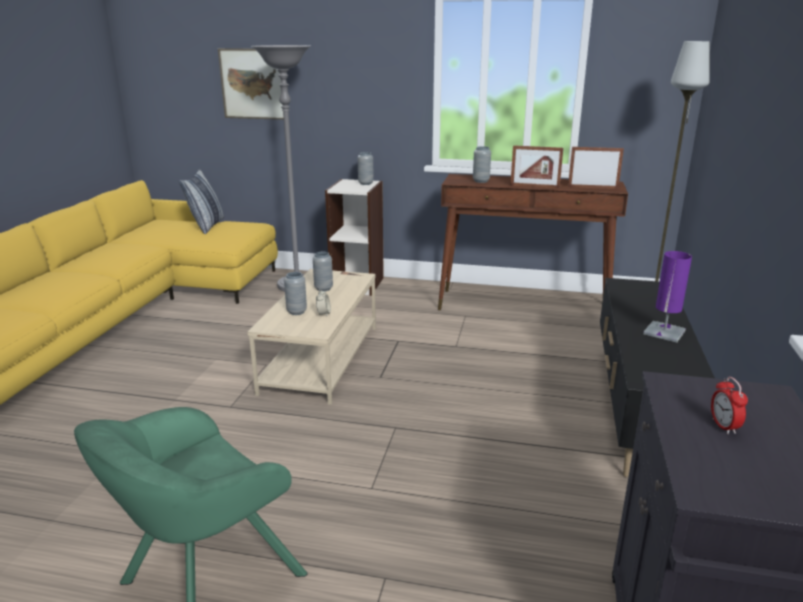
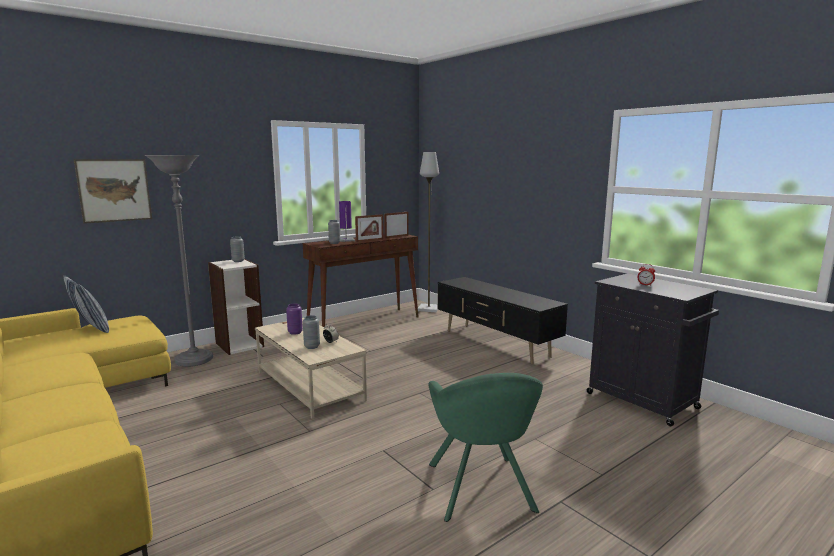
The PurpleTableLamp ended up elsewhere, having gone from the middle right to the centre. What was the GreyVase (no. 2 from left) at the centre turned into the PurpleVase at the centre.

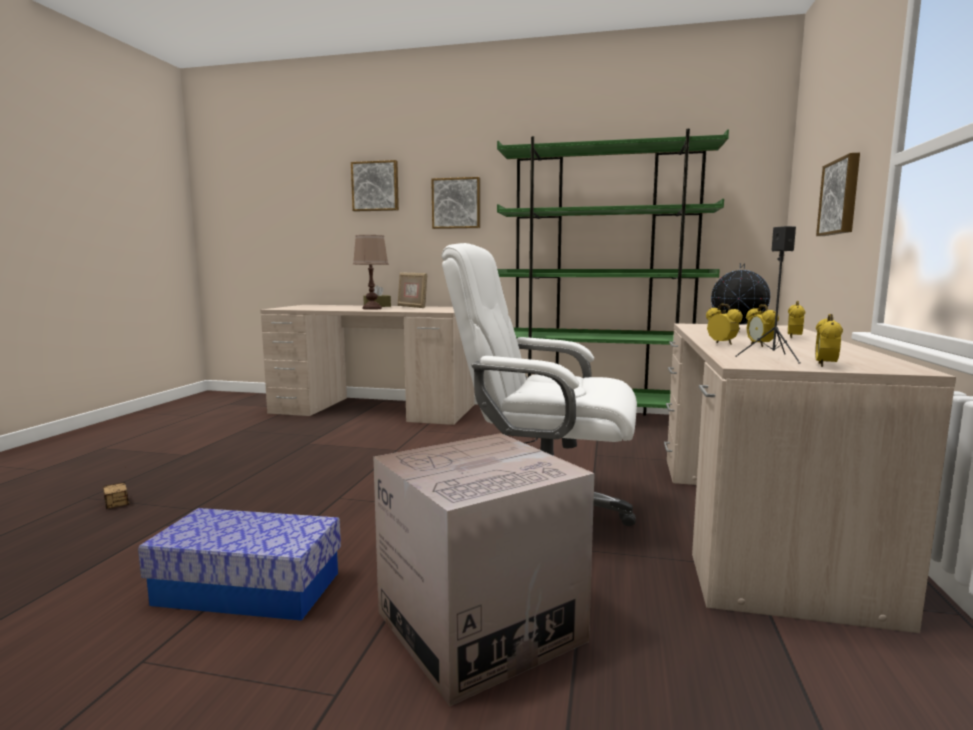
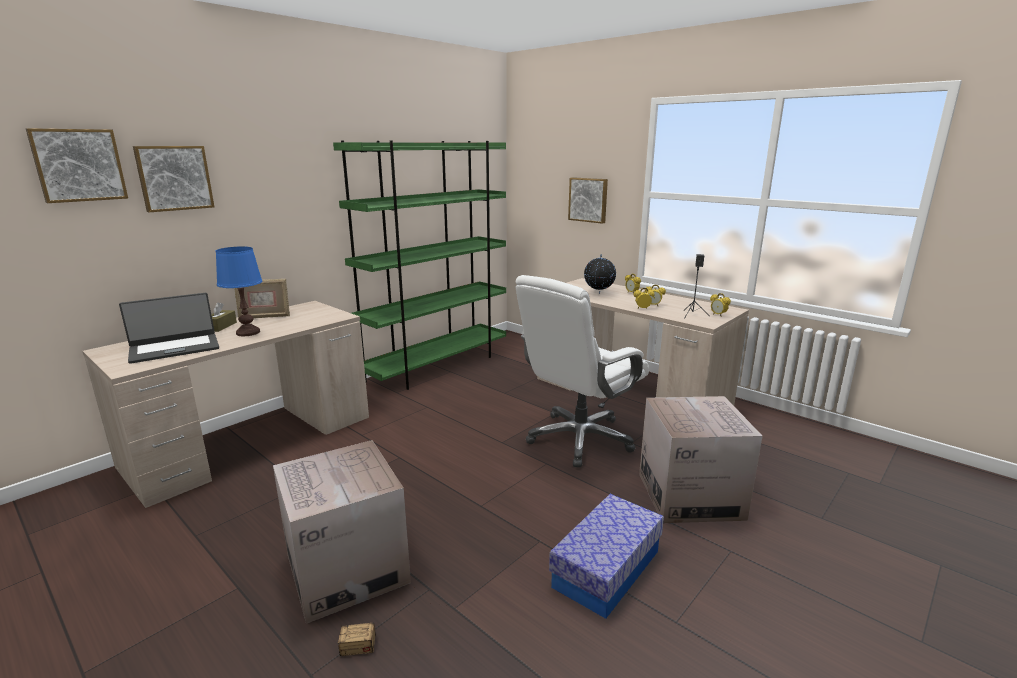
The second view gained the Laptop at the middle left. The second view gained the CardboardBox (no. 1 from left) at the bottom centre. The Picture (no. 2 from left in the first image) ended up elsewhere, having gone from the top centre to the top left. What was the BrownTableLamp at the centre turned into the BlueTableLamp at the middle left.

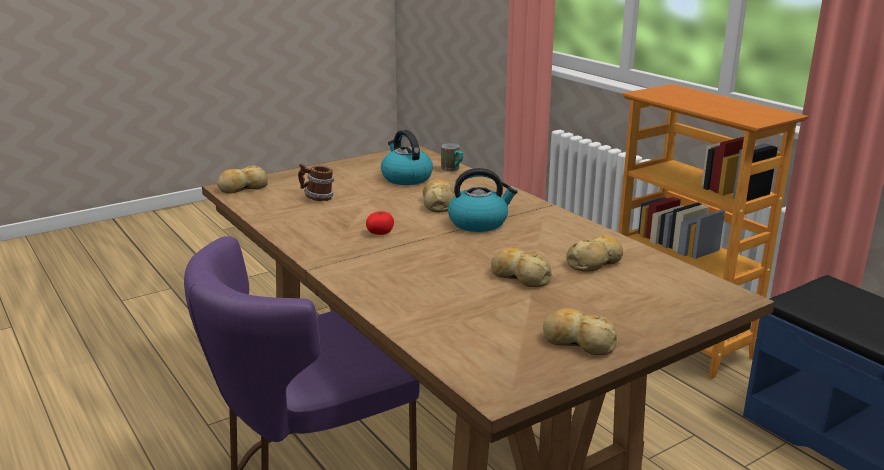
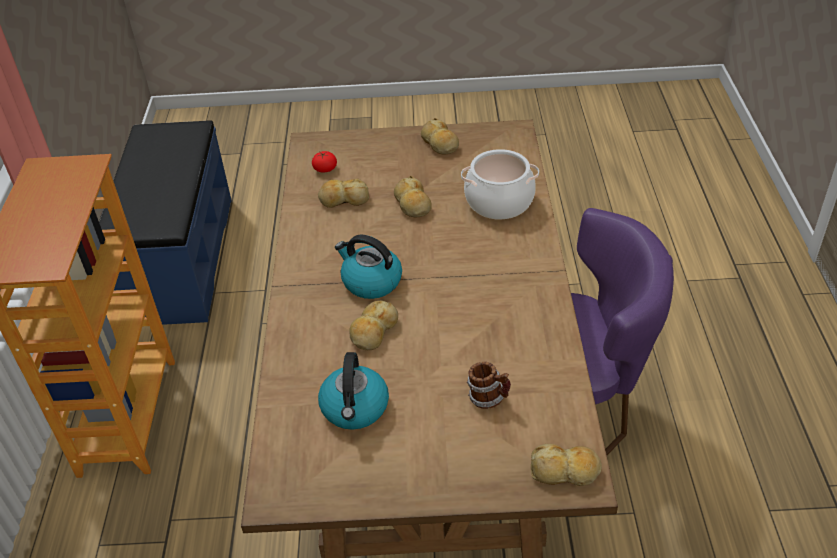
The second view lost the Mug (no. 2 from left) at the centre. The second view gained the CookingPot at the top centre. The Tomato ended up elsewhere, having gone from the centre to the top centre.

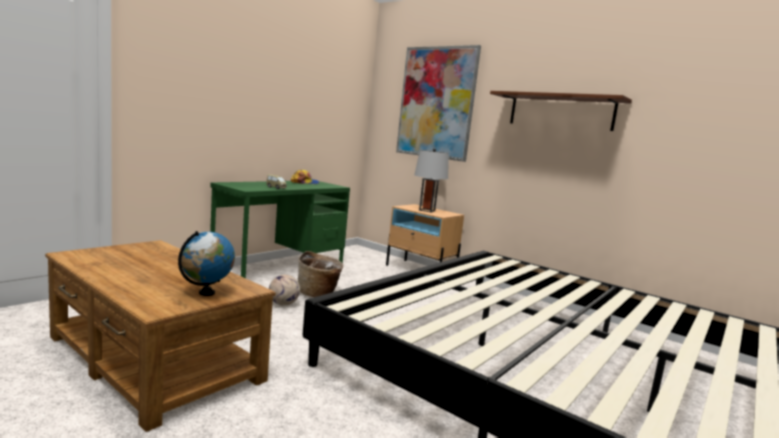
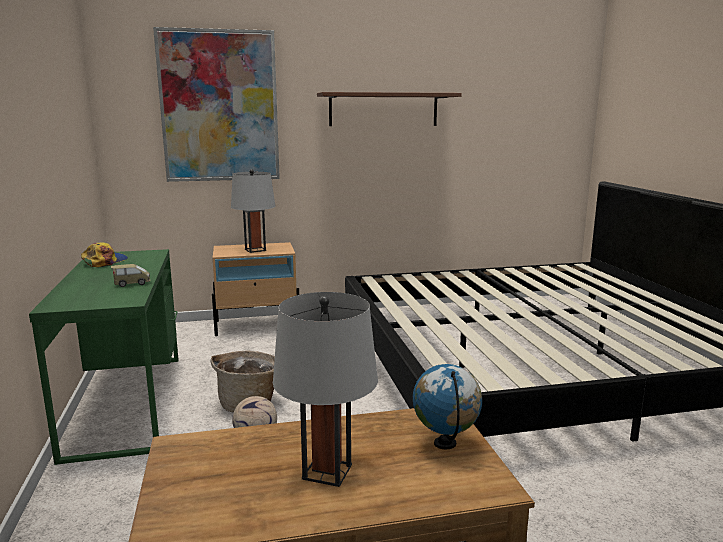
The second view gained the GreyTableLamp (no. 2 from left) at the bottom centre.

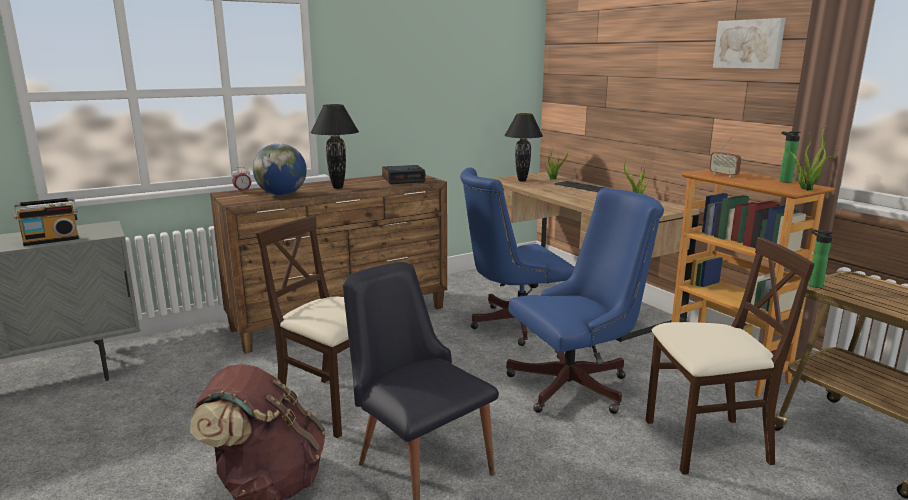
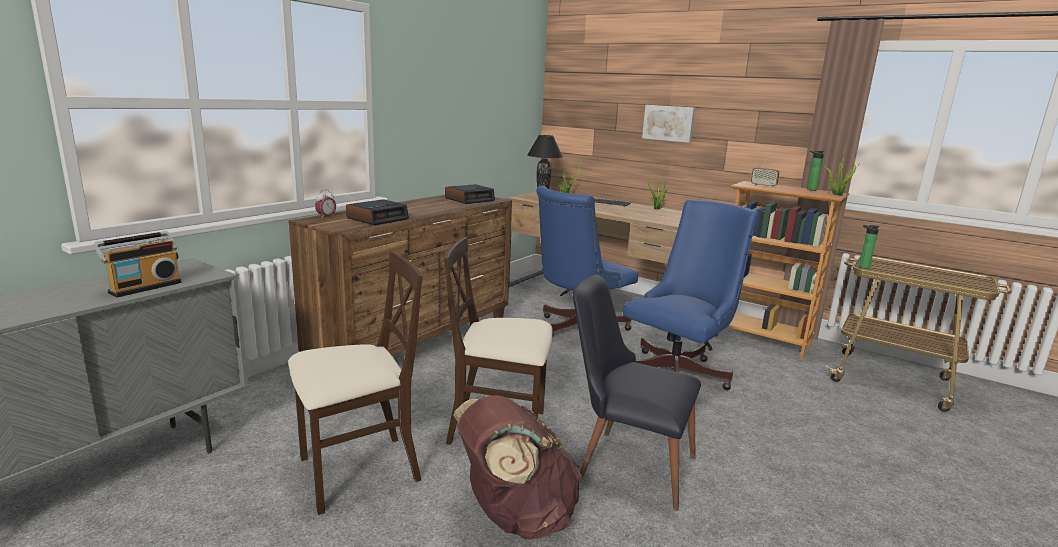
The second view lost the BlackTableLamp (no. 1 from left) at the top centre. The BeigeChair (no. 2 from left in the first image) ended up elsewhere, having gone from the bottom right to the bottom centre. The Picture ended up elsewhere, having gone from the top right to the top centre. Where the Globe stood at the middle left, the AlarmClock (no. 2 from left) came to stand at the centre.

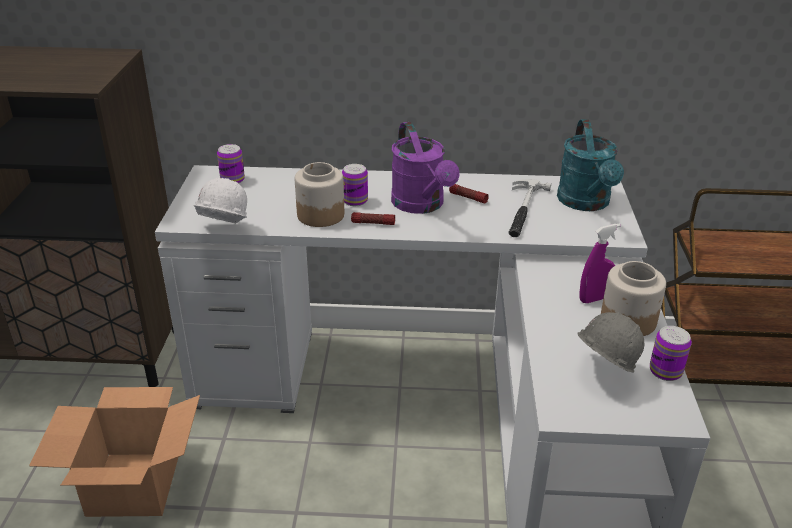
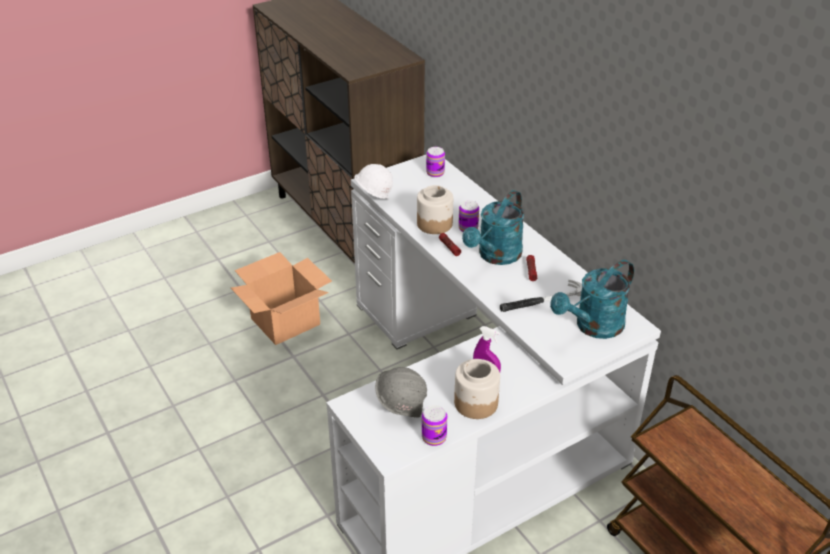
What was the PurpleWateringCan at the top centre turned into the TurquoiseWateringCan (no. 1 from left) at the centre.

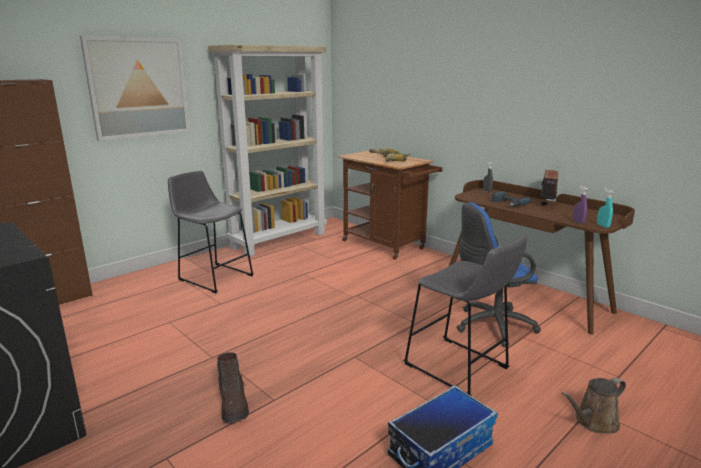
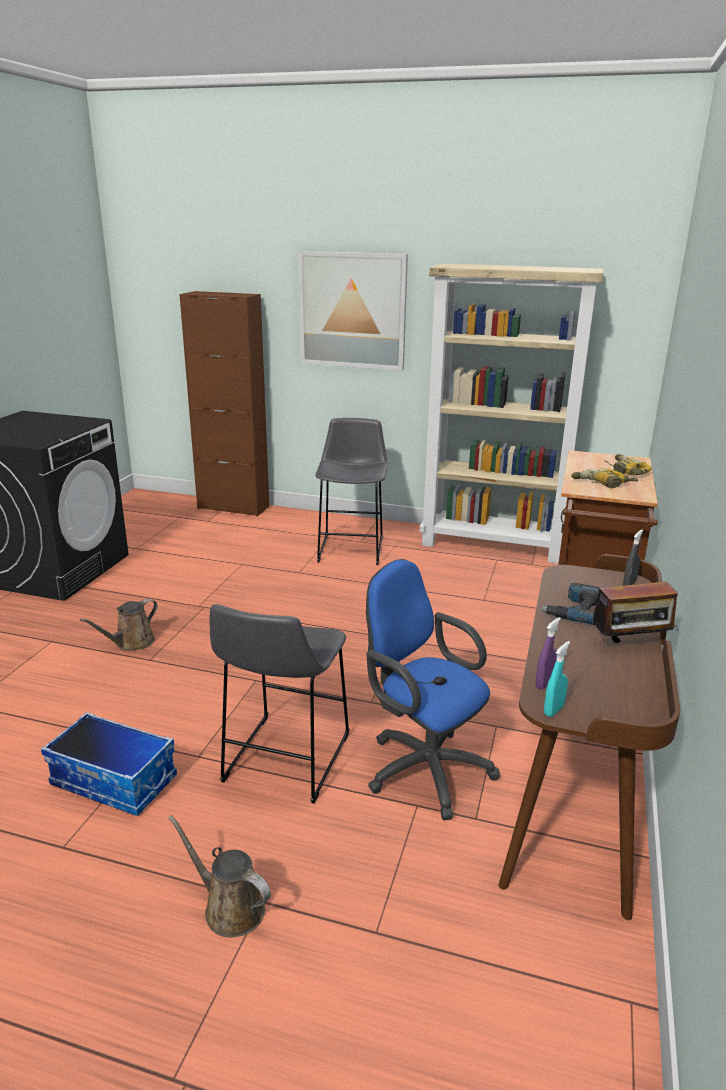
Where the BrownBoot stood at the bottom left, the BrownWateringCan (no. 1 from left) came to stand at the middle left.

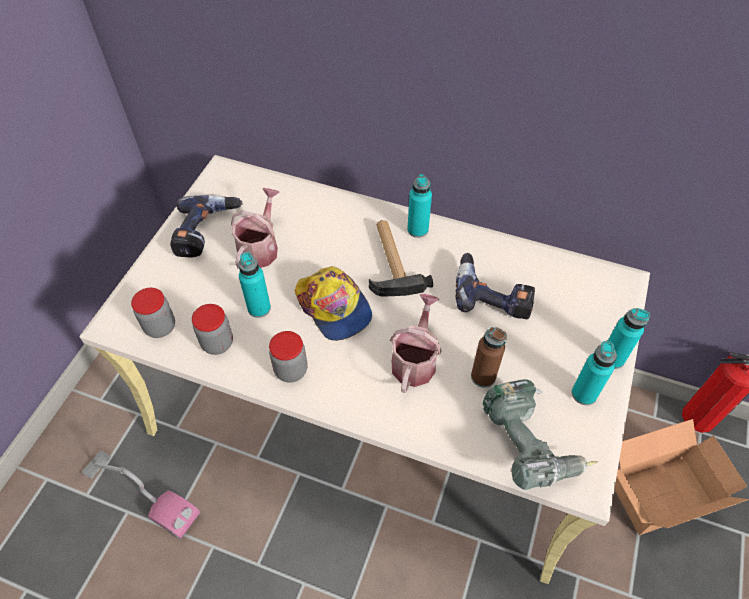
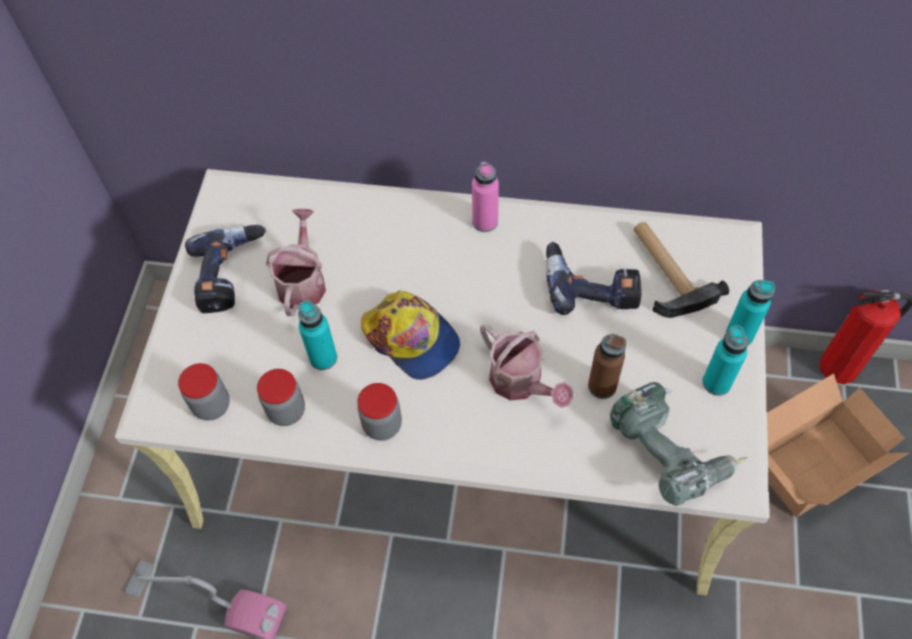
The Hammer ended up elsewhere, having gone from the centre to the middle right. What was the TurquoiseBottle (no. 2 from left) at the centre turned into the PinkBottle at the top centre. The WateringCan (no. 2 from left) at the centre ended up facing another way, 135 degrees clockwise from before.

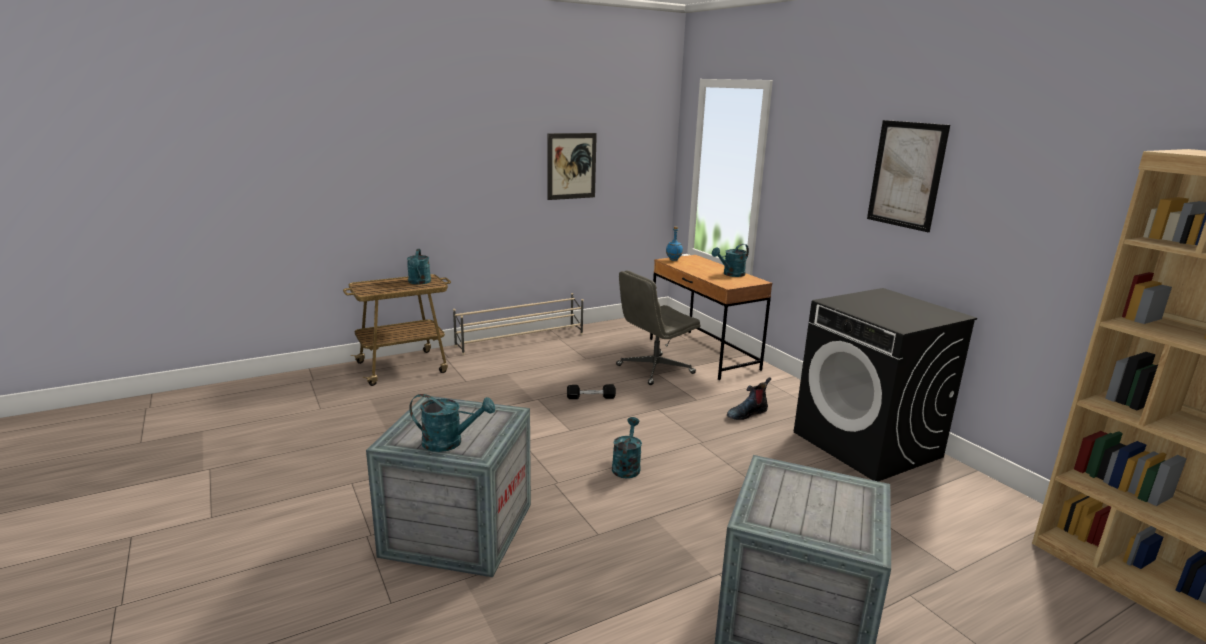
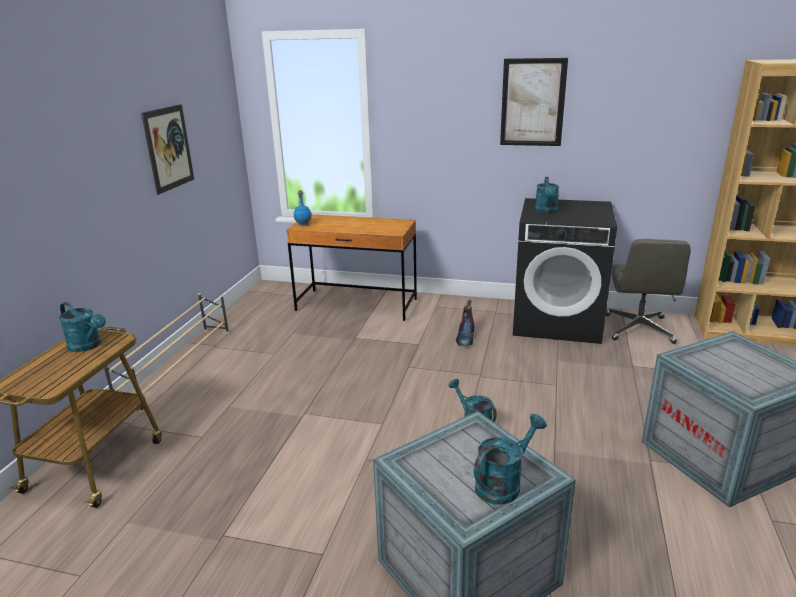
The second view lost the BlackDumbbell at the centre. The GreyOfficeChair ended up elsewhere, having gone from the centre to the middle right. The TurquoiseWateringCan (no. 4 from left) ended up elsewhere, having gone from the centre to the top right.

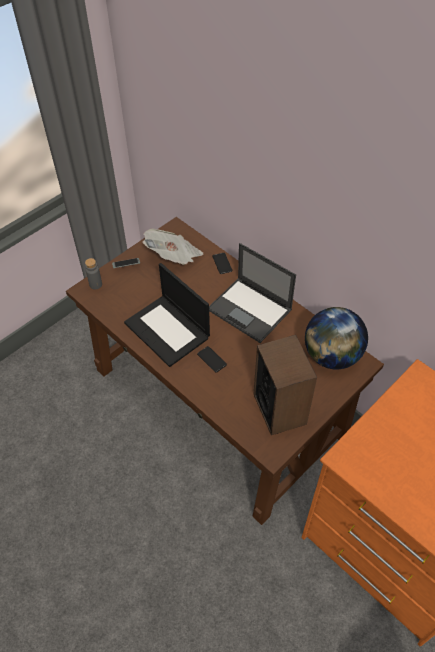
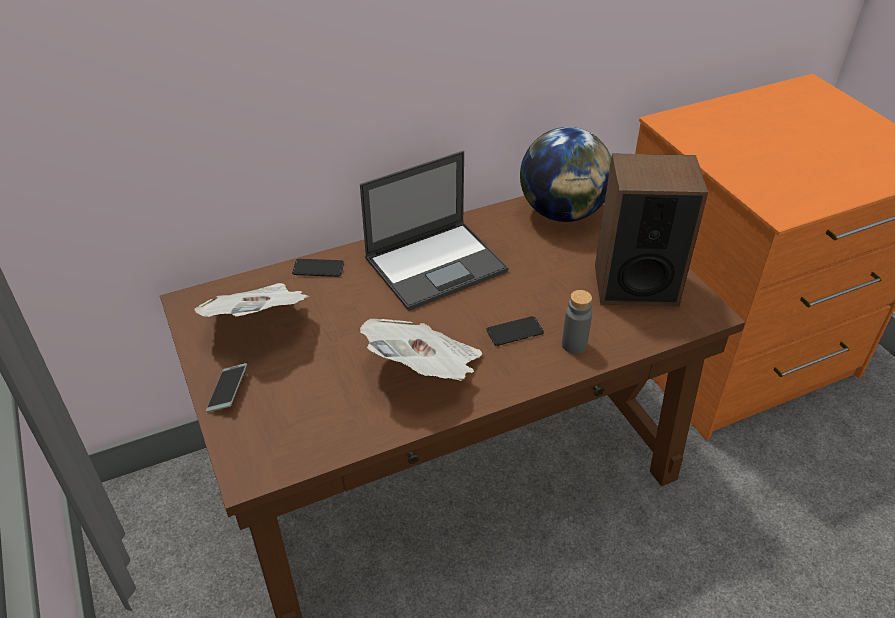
The GreyBottle ended up elsewhere, having gone from the middle left to the centre. Where the Laptop (no. 1 from left) stood at the centre, the Newspaper (no. 2 from left) came to stand at the centre.

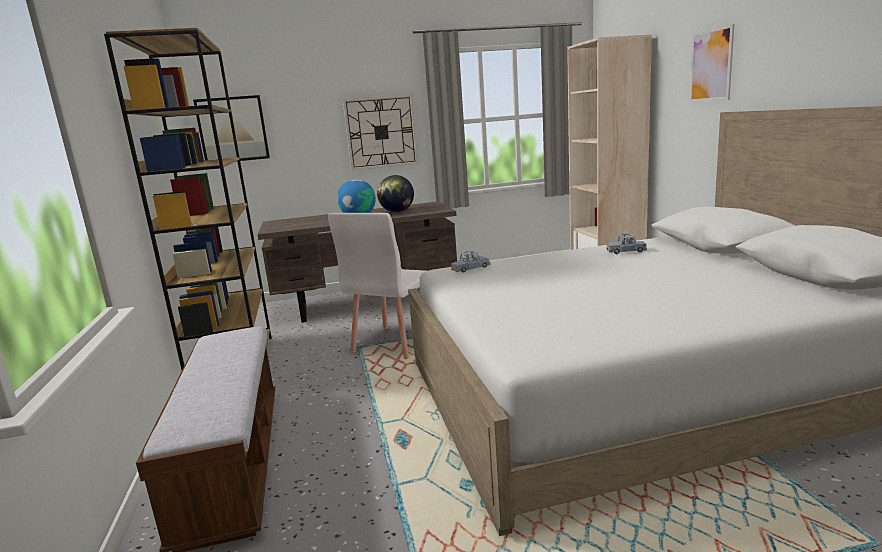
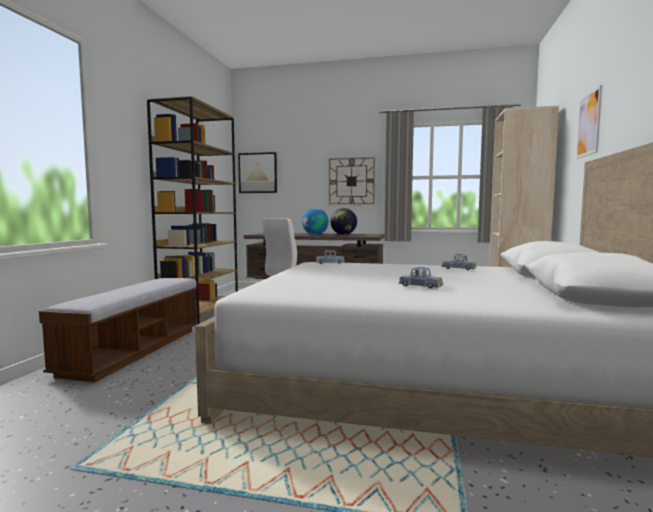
The second view gained the BlueToyCar (no. 2 from left) at the centre.

